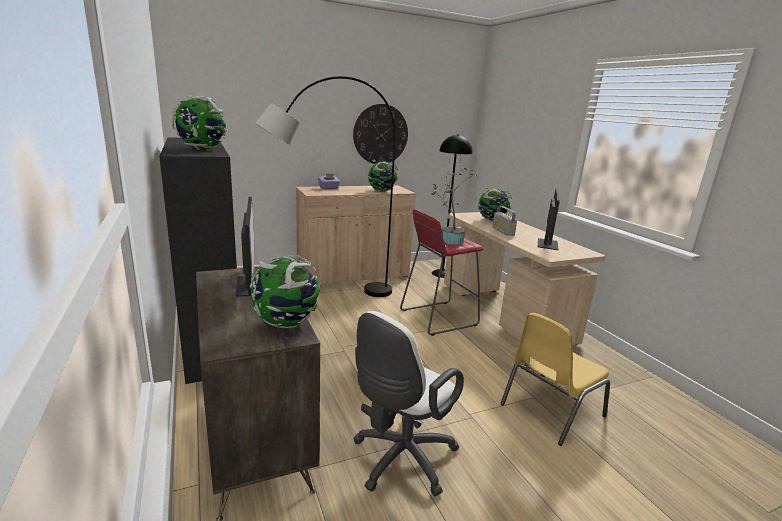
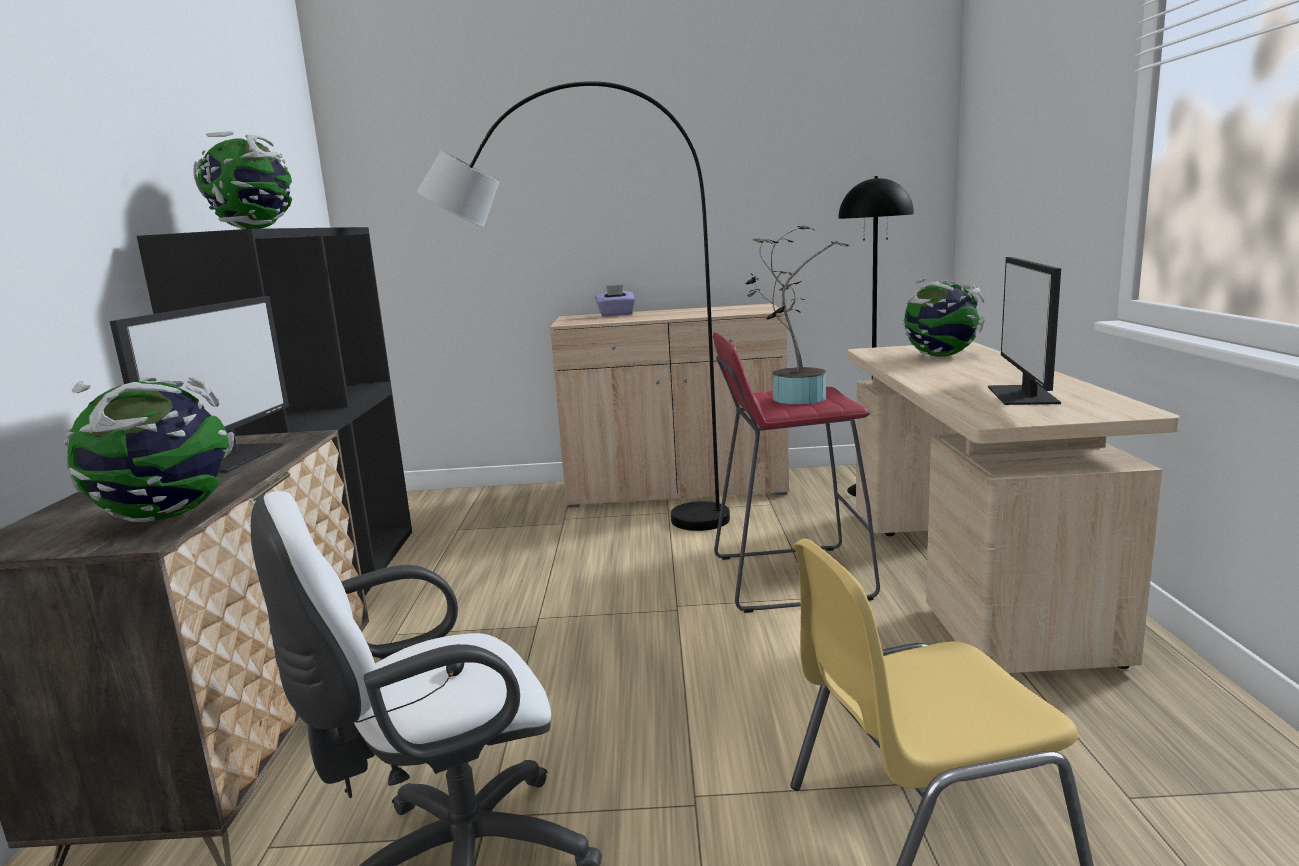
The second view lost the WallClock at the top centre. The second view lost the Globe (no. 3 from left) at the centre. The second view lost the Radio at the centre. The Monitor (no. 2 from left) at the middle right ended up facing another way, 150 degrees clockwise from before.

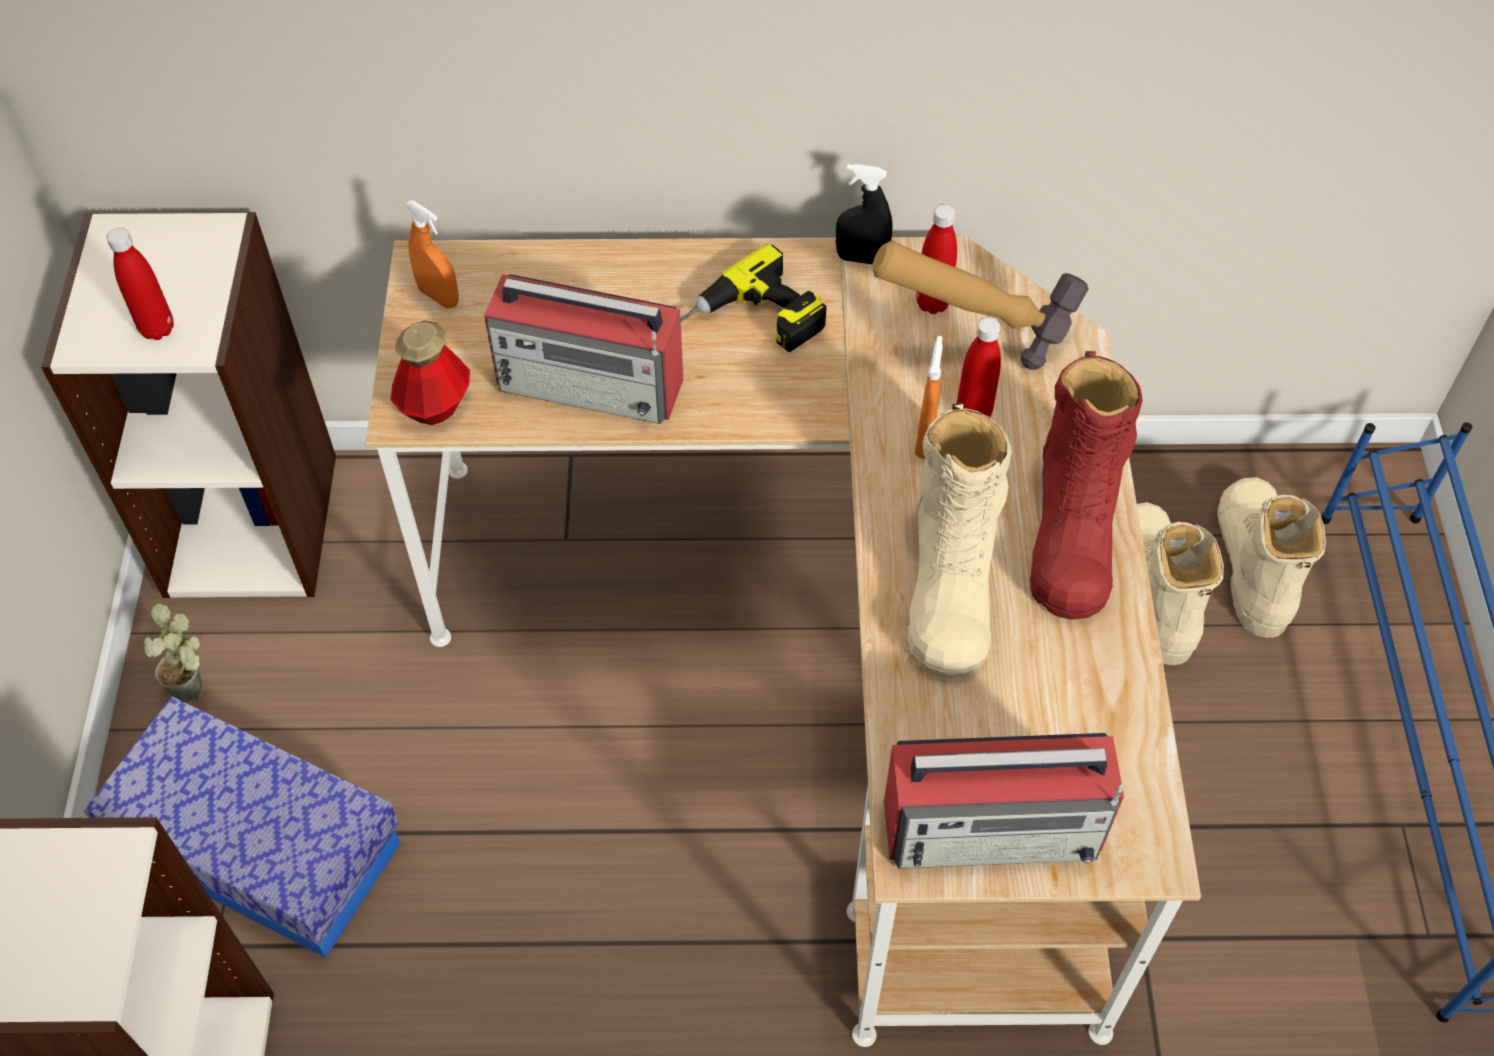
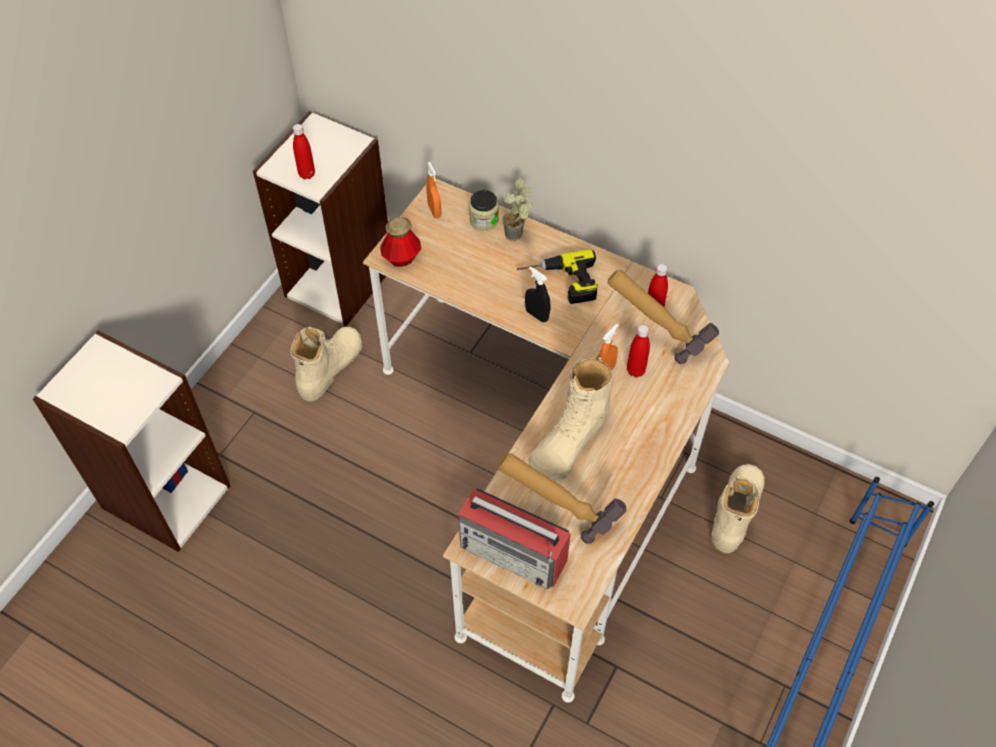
The second view lost the StorageBox at the bottom left. The second view lost the Radio (no. 1 from left) at the top centre. The second view lost the RedBoot at the middle right. The second view gained the Jar at the top centre. The second view gained the Hammer (no. 1 from left) at the bottom centre. The PottedPlant ended up elsewhere, having gone from the middle left to the top centre. The BlackSprayBottle ended up elsewhere, having gone from the top centre to the centre. The BeigeBoot (no. 3 from left in the first image) ended up elsewhere, having gone from the middle right to the middle left.

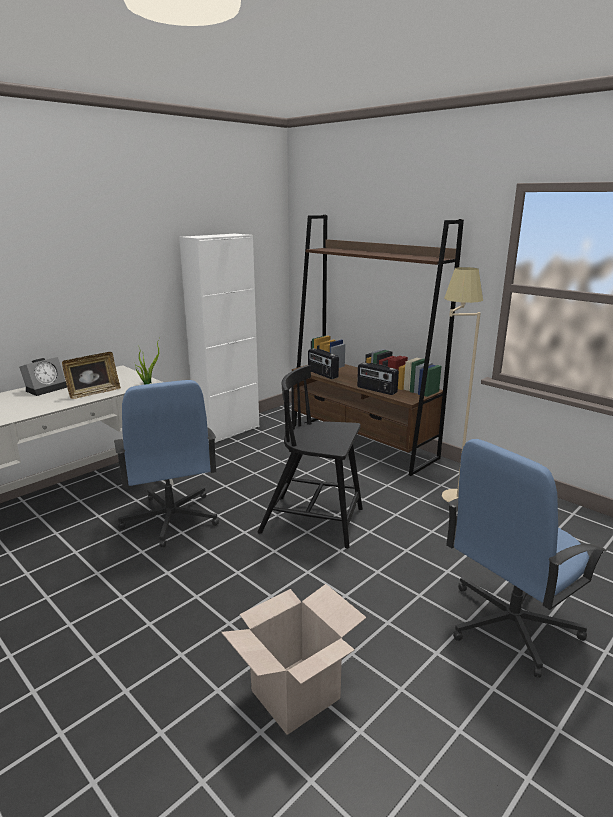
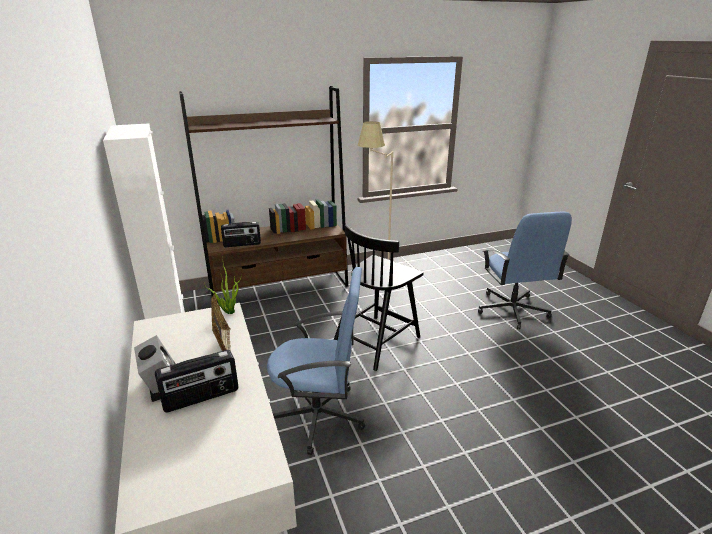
The second view lost the CardboardBox at the bottom centre. The Radio (no. 2 from left in the first image) ended up elsewhere, having gone from the centre to the bottom left.

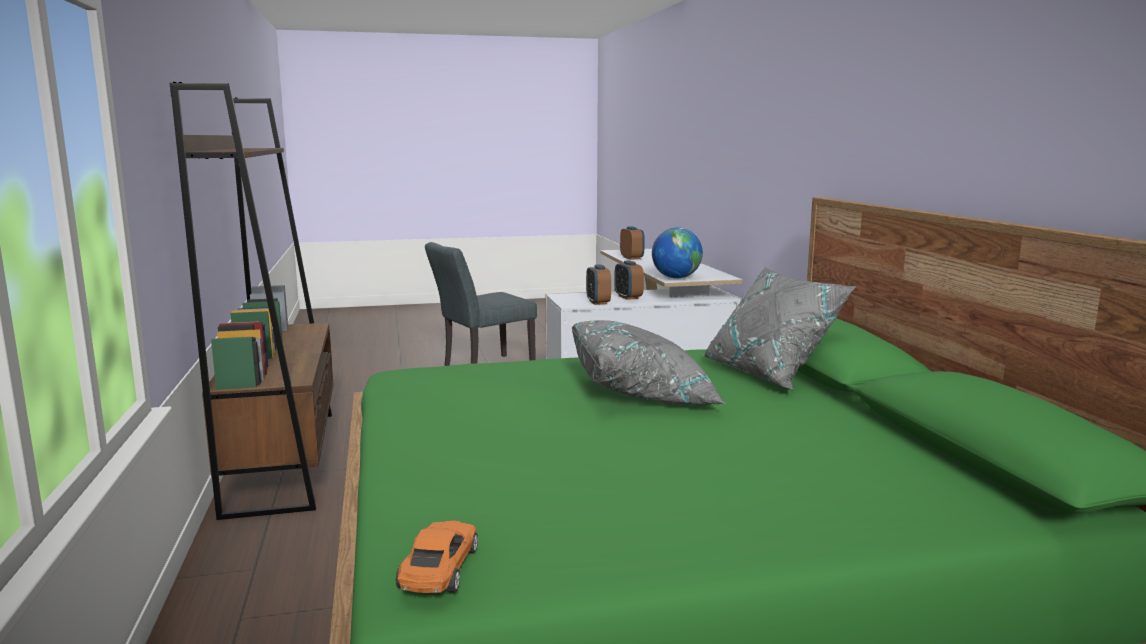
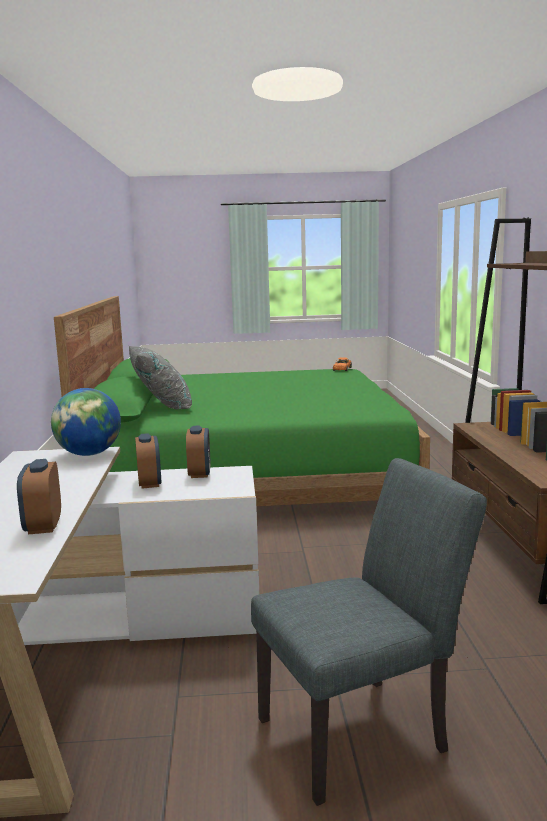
The second view lost the GreyPillow (no. 1 from left) at the centre.

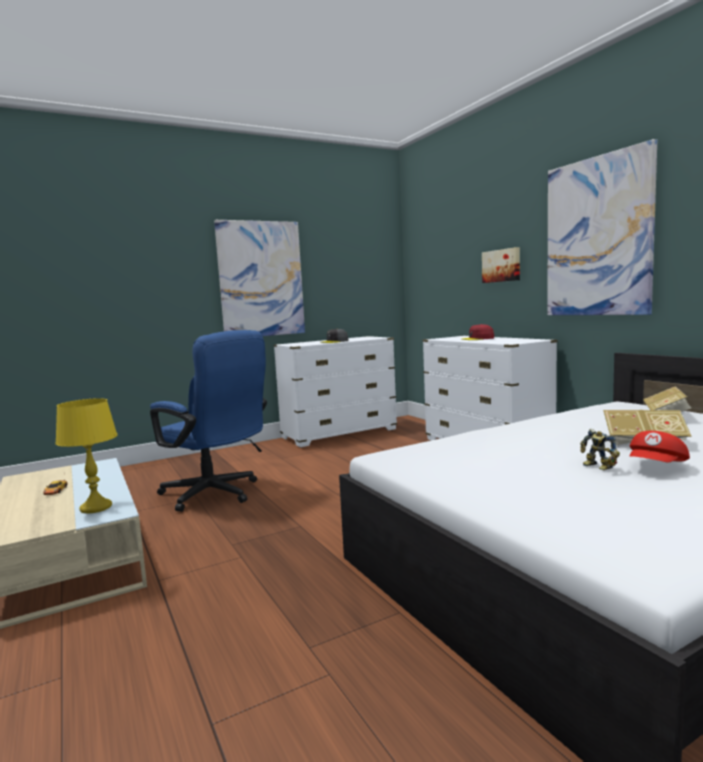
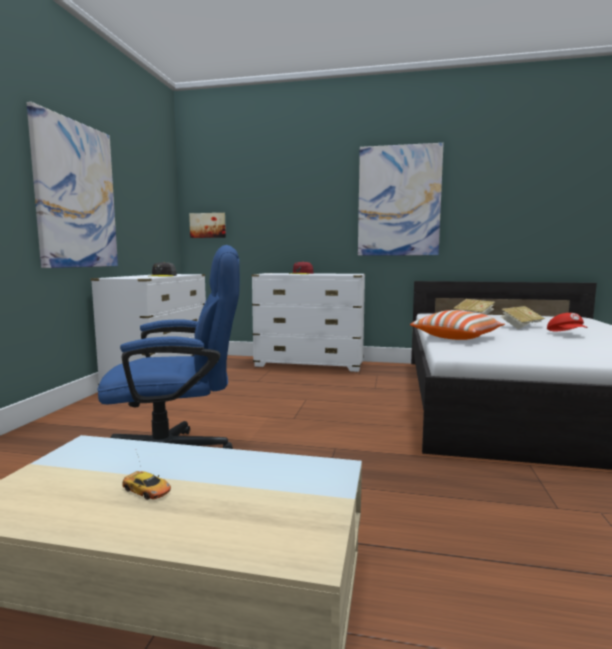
The second view lost the YellowTableLamp at the middle left. The second view lost the ToyRobot at the middle right. The second view gained the Pillow at the middle right. The Picture (no. 2 from left) ended up elsewhere, having gone from the middle right to the centre.

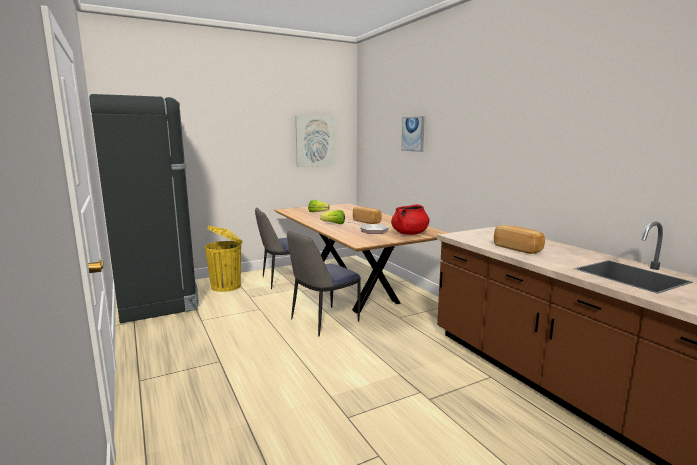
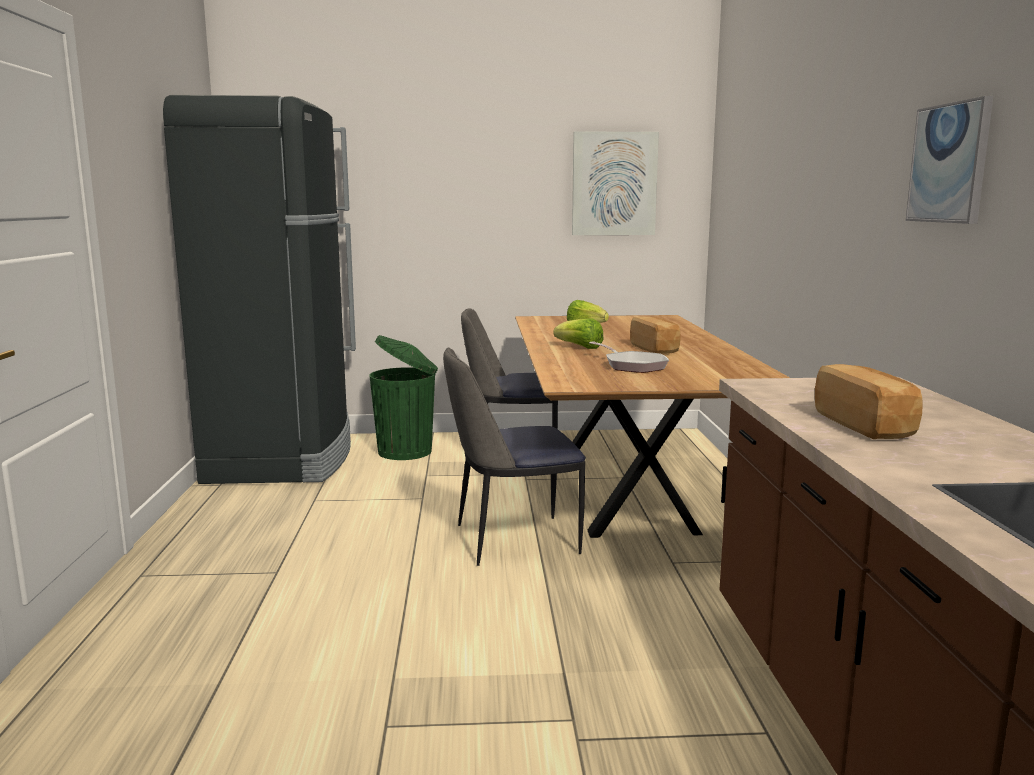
The second view lost the RedCookingPot at the centre. The Picture (no. 2 from left) ended up elsewhere, having gone from the top centre to the top right. What was the YellowTrashCan at the middle left turned into the GreenTrashCan at the centre.

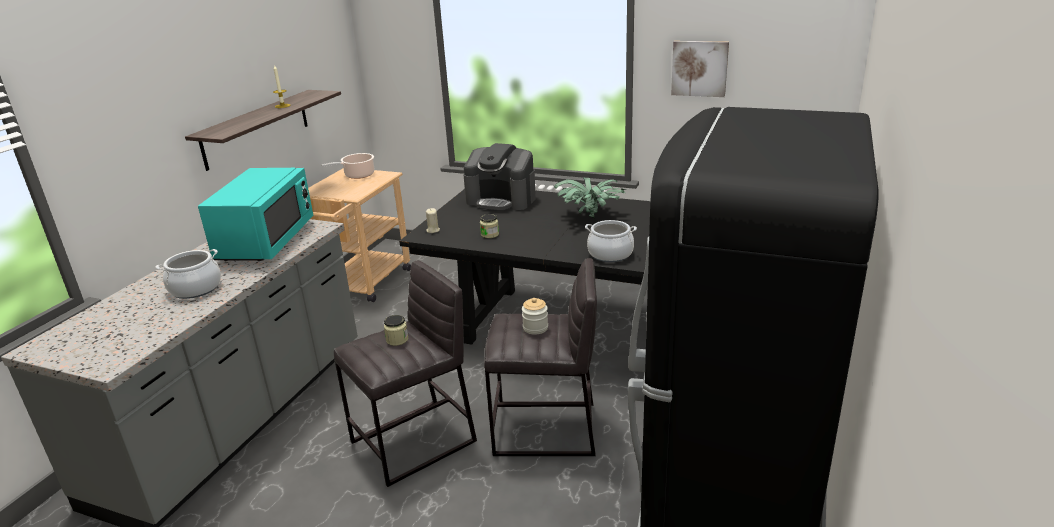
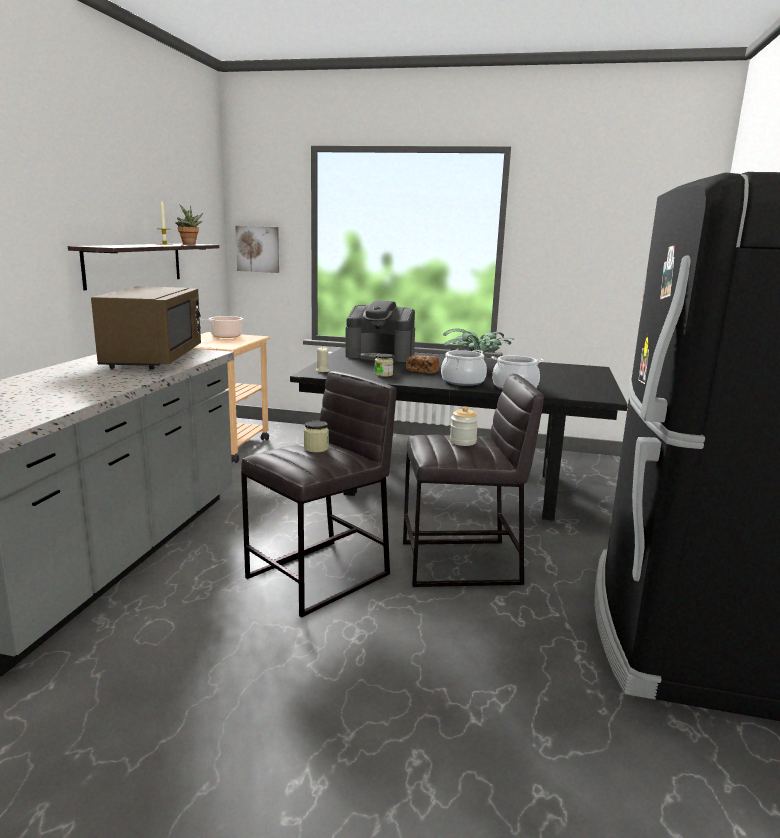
The second view gained the PottedPlant (no. 1 from left) at the top left. The second view gained the Bread at the centre. The CookingPot (no. 1 from left in the first image) ended up elsewhere, having gone from the middle left to the centre. The Picture ended up elsewhere, having gone from the top centre to the top left. What was the TurquoiseMicrowave at the middle left turned into the BrownMicrowave at the middle left.

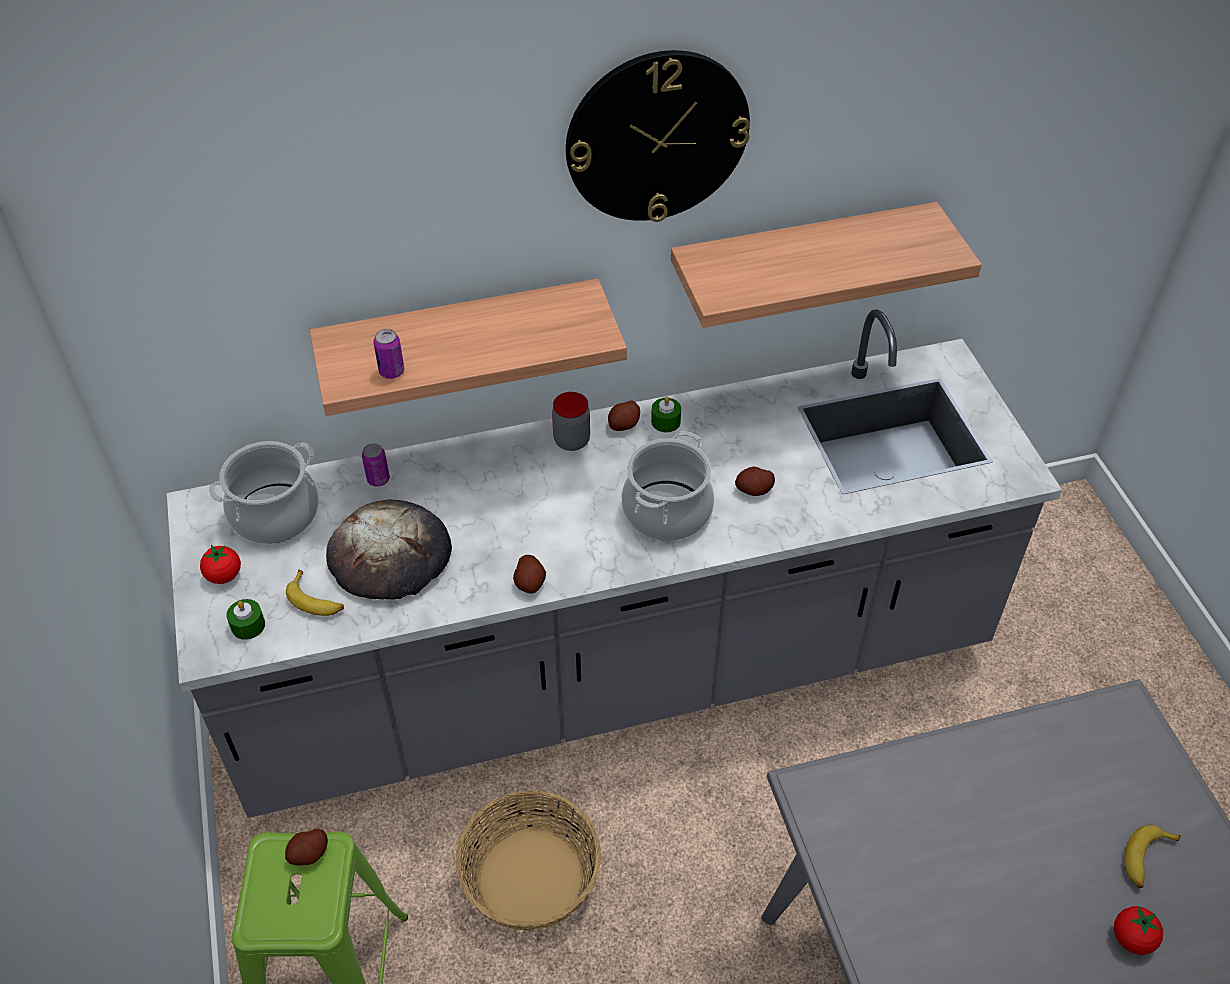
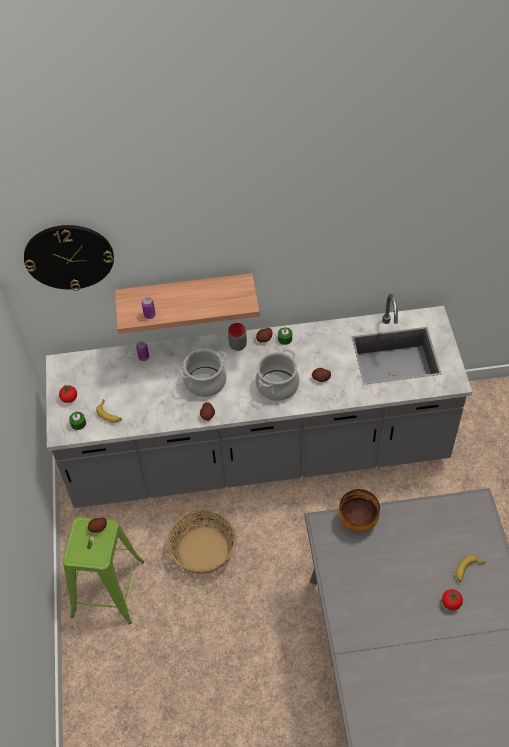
The second view lost the Bread at the middle left. The second view lost the Shelf (no. 2 from left) at the top right. The second view gained the Bowl at the bottom right. The CookingPot (no. 1 from left) ended up elsewhere, having gone from the middle left to the centre. The WallClock ended up elsewhere, having gone from the top centre to the middle left.

